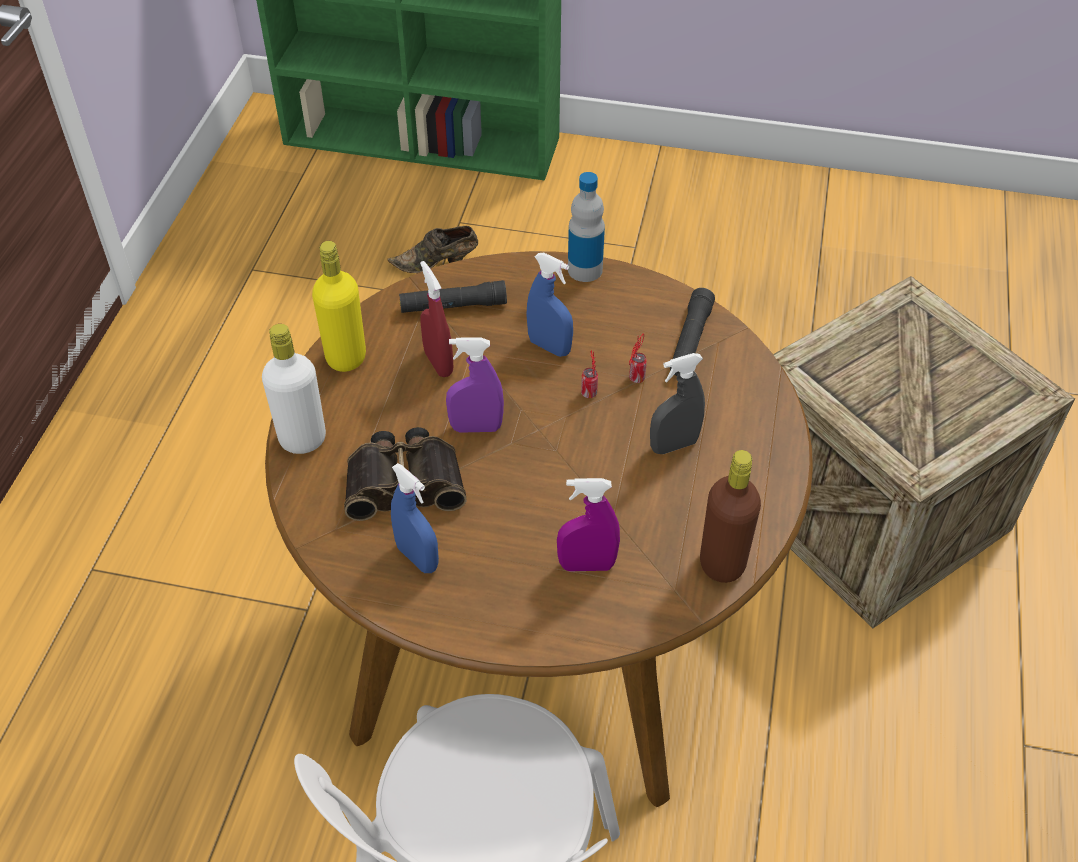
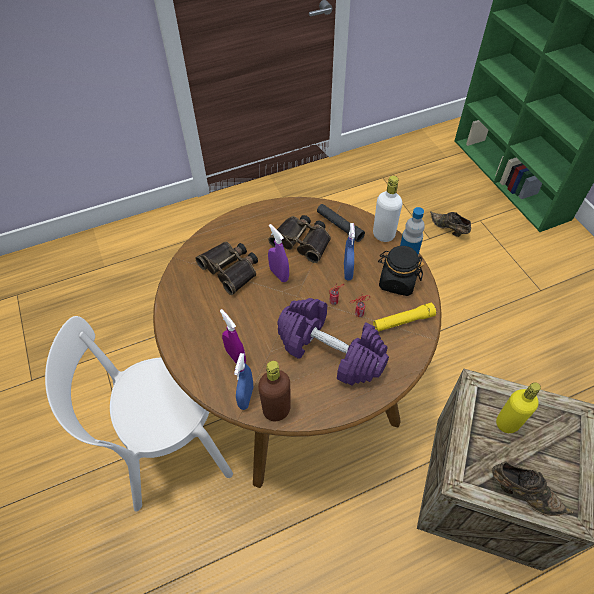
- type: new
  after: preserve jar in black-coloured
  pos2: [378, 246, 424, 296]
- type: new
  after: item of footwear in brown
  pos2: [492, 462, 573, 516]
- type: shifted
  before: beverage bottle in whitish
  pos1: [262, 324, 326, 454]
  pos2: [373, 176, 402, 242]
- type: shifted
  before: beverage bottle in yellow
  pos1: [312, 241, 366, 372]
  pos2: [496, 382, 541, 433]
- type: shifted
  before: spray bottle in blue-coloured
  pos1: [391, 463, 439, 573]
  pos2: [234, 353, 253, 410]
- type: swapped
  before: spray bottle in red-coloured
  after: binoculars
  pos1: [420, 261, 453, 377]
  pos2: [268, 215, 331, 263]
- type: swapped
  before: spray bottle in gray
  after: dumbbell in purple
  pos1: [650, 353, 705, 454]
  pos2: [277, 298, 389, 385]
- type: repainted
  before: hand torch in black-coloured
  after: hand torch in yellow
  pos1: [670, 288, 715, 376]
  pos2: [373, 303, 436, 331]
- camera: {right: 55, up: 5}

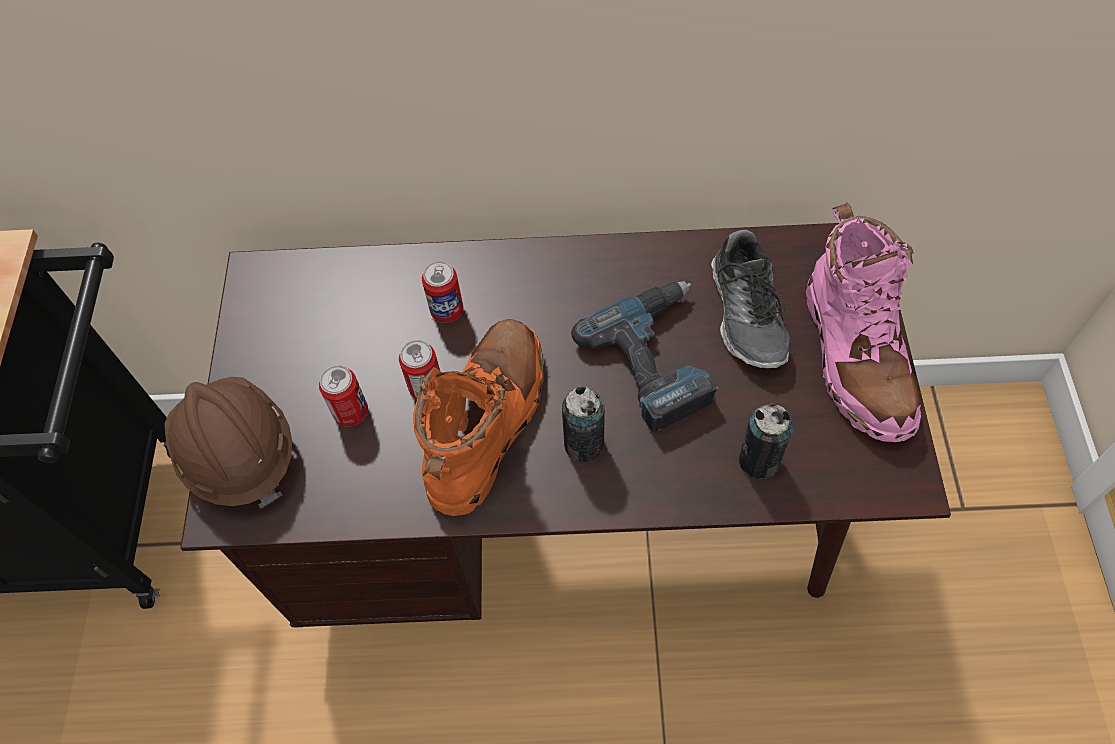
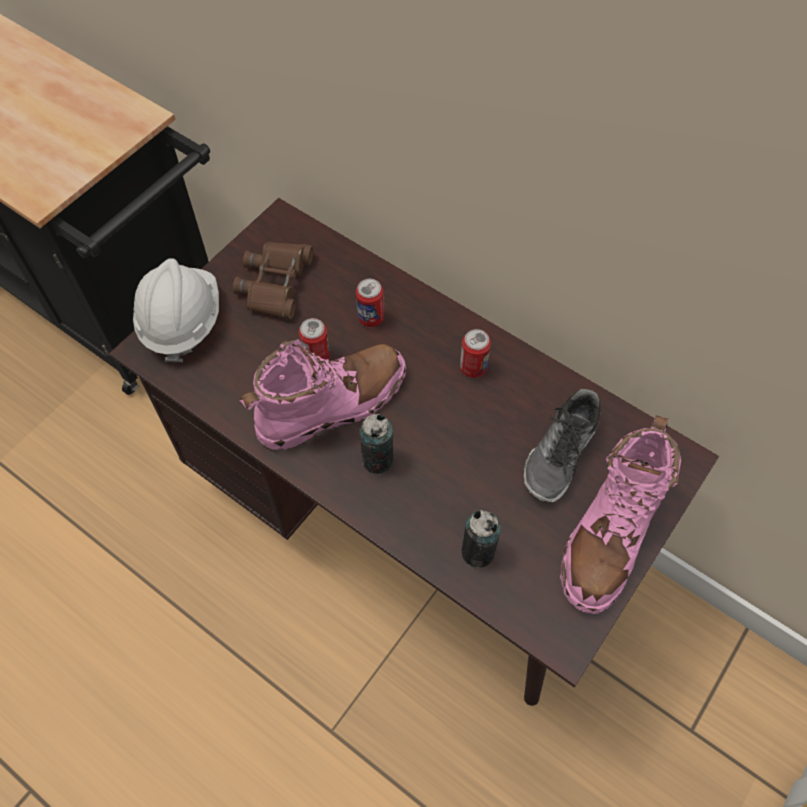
- type: gone
  before: electric drill
  pos1: [571, 281, 719, 433]
- type: new
  after: binoculars in brown
  pos2: [233, 241, 313, 320]
- type: shifted
  before: metal can
  pos1: [319, 366, 368, 426]
  pos2: [460, 329, 491, 378]
- type: repainted
  before: work helmet in brown
  after: work helmet in whitish
  pos1: [164, 377, 292, 509]
  pos2: [133, 258, 219, 363]
- type: repainted
  before: boot in orangey
  after: boot in pink-coloured
  pos1: [413, 319, 544, 516]
  pos2: [240, 339, 406, 450]
- camera: {right: 35, up: 0}

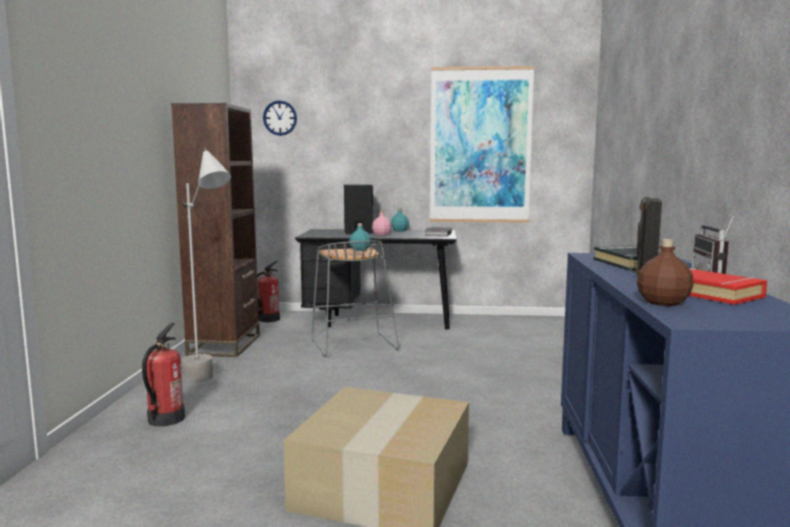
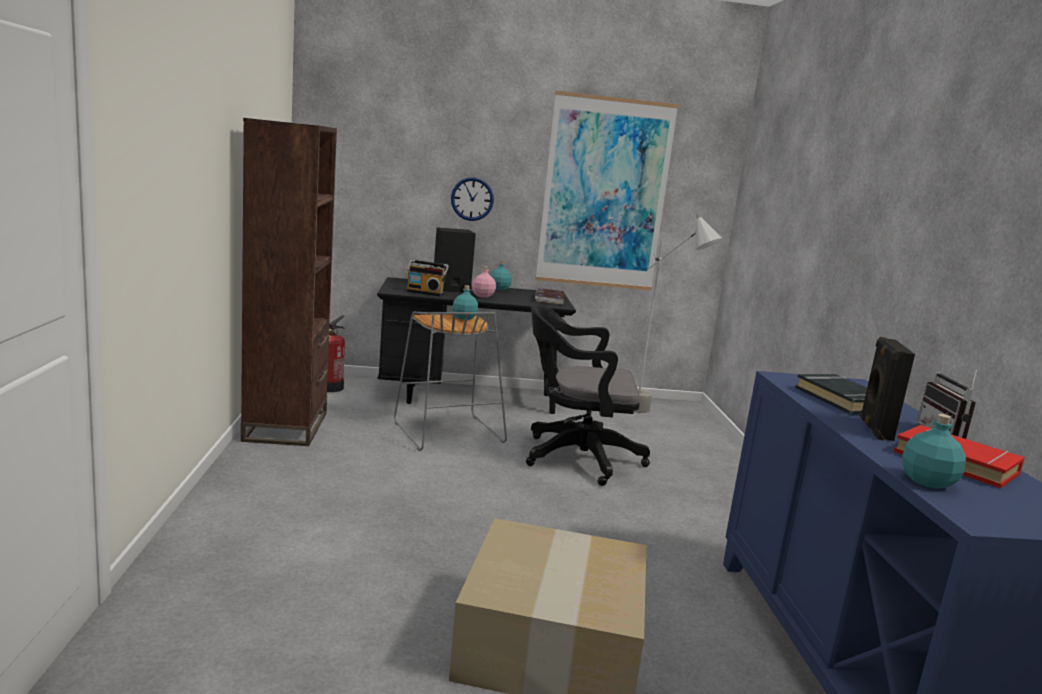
- type: gone
  before: fire extinguisher
  pos1: [142, 323, 185, 427]
- type: new
  after: radio
  pos2: [406, 260, 449, 296]
- type: new
  after: computer chair in black-coloured
  pos2: [526, 304, 650, 486]
- type: shifted
  before: floor lamp in gray
  pos1: [182, 148, 231, 383]
  pos2: [634, 214, 722, 413]
- type: shifted
  before: clock on the wall
  pos1: [263, 100, 297, 136]
  pos2: [451, 177, 494, 221]
- type: repainted
  before: beverage bottle in brown
  after: beverage bottle in blue-green
  pos1: [637, 239, 693, 306]
  pos2: [902, 414, 966, 489]
- camera: {right: -10, up: 5}

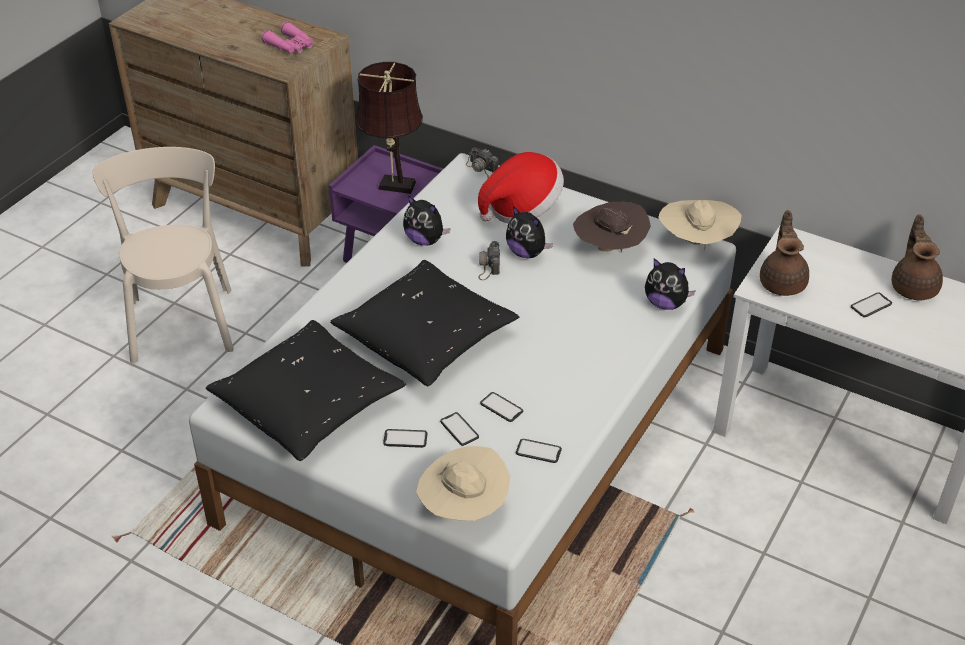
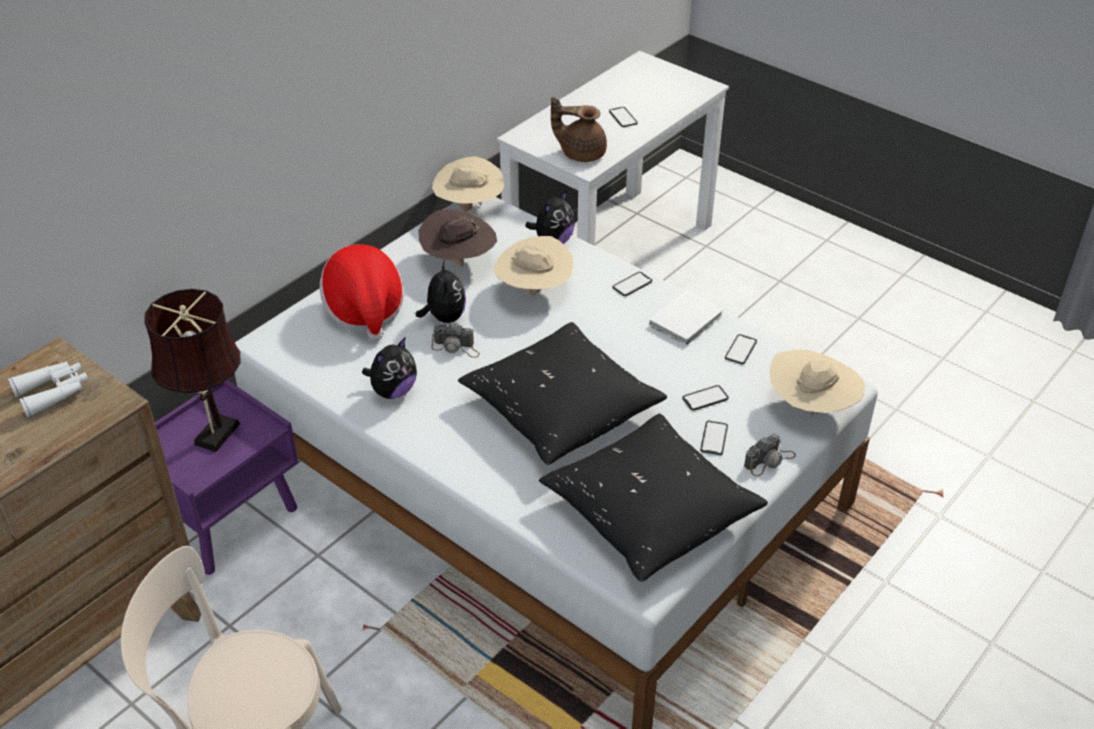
- type: gone
  before: pot for tea in brown
  pos1: [892, 214, 943, 300]
- type: new
  after: hat in sand-coloured
  pos2: [494, 236, 573, 295]
- type: new
  after: bound book in whitish
  pos2: [649, 290, 724, 346]
- type: shifted
  before: still camera
  pos1: [466, 148, 498, 178]
  pos2: [744, 434, 796, 476]
- type: shifted
  before: telephone
  pos1: [480, 392, 523, 422]
  pos2: [612, 272, 652, 296]
- type: repainted
  before: binoculars in pink-coloured
  after: binoculars in whitish
  pos1: [261, 21, 313, 53]
  pos2: [8, 361, 89, 417]
- type: rotated
  before: plush toy
  pos1: [506, 206, 553, 258]
  pos2: [416, 260, 466, 323]
  turn: -60
- camera: {right: -80, up: 0}

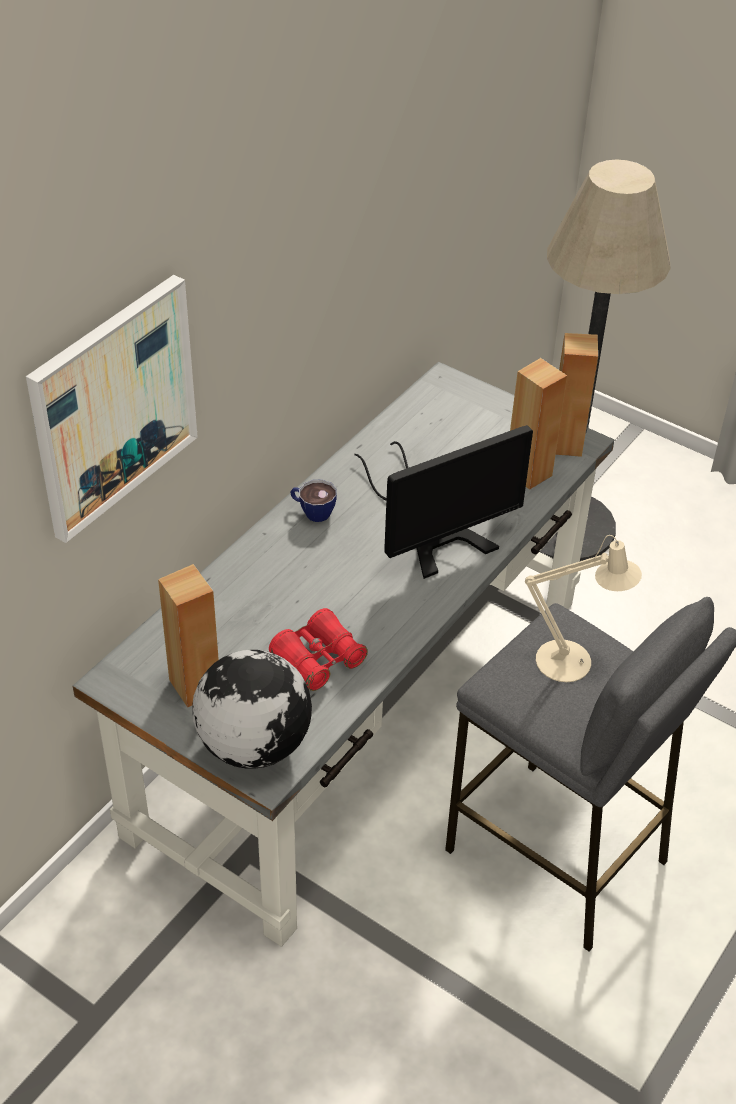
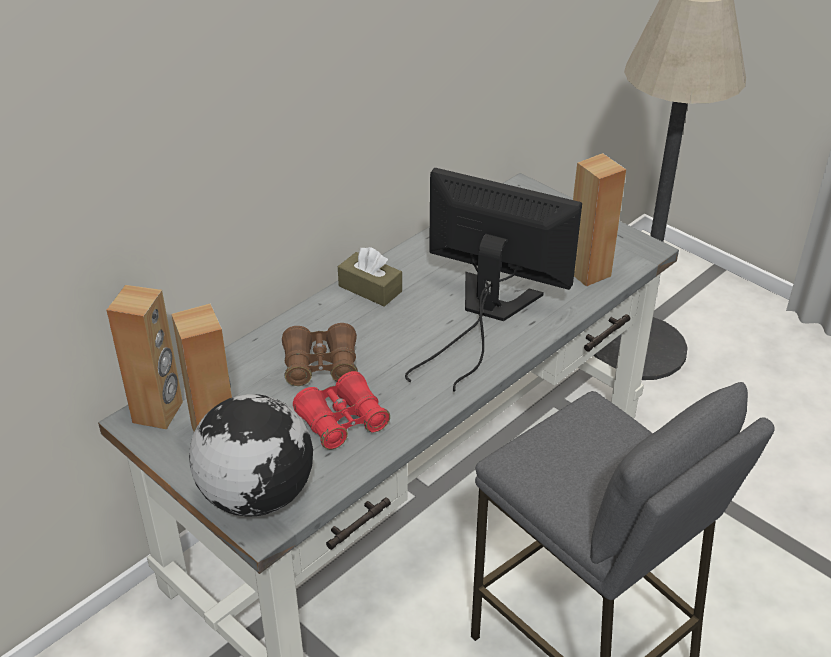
- type: gone
  before: wall picture
  pos1: [26, 275, 198, 543]
- type: gone
  before: tabletop lamp in sand-coloured
  pos1: [525, 535, 642, 682]
- type: new
  after: binoculars in brown
  pos2: [282, 323, 358, 386]
- type: shifted
  before: loudspeaker in brown
  pos1: [556, 333, 598, 457]
  pos2: [107, 285, 183, 429]
- type: swapped
  before: drinking cup
  after: tissue box in brown
  pos1: [290, 479, 337, 522]
  pos2: [338, 247, 402, 307]
- type: rotated
  before: monitor
  pos1: [354, 425, 533, 579]
  pos2: [405, 168, 582, 392]
  turn: -135
- camera: {right: 10, up: -5}

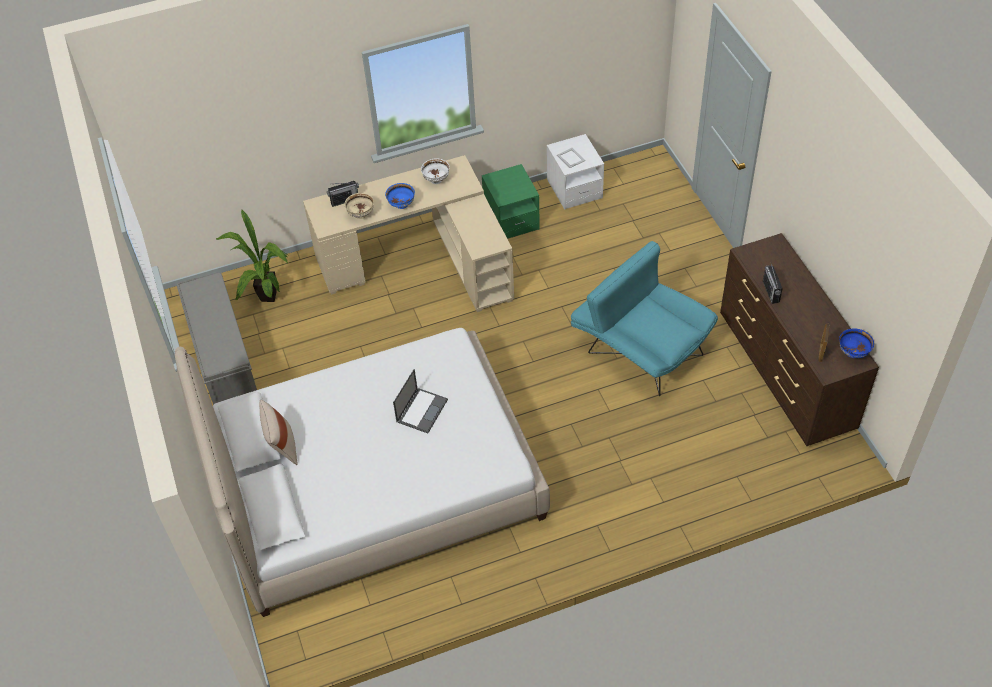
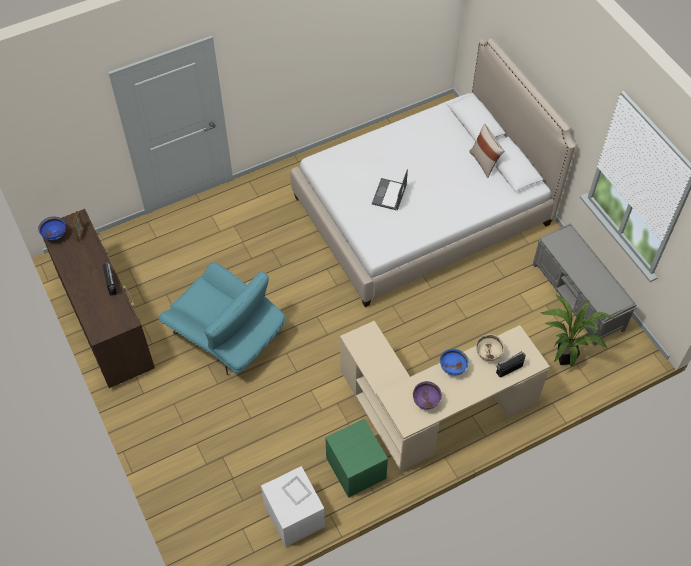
- type: repainted
  before: deep dish in whitish
  after: deep dish in purple
  pos1: [421, 159, 450, 184]
  pos2: [413, 381, 442, 410]
- camera: {right: 170, up: 5}

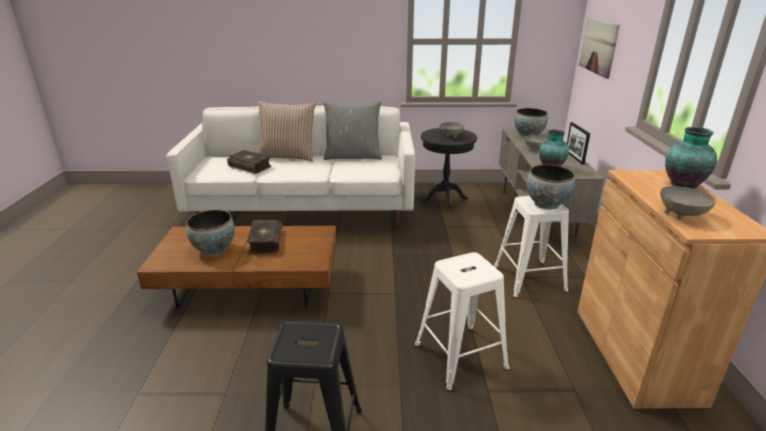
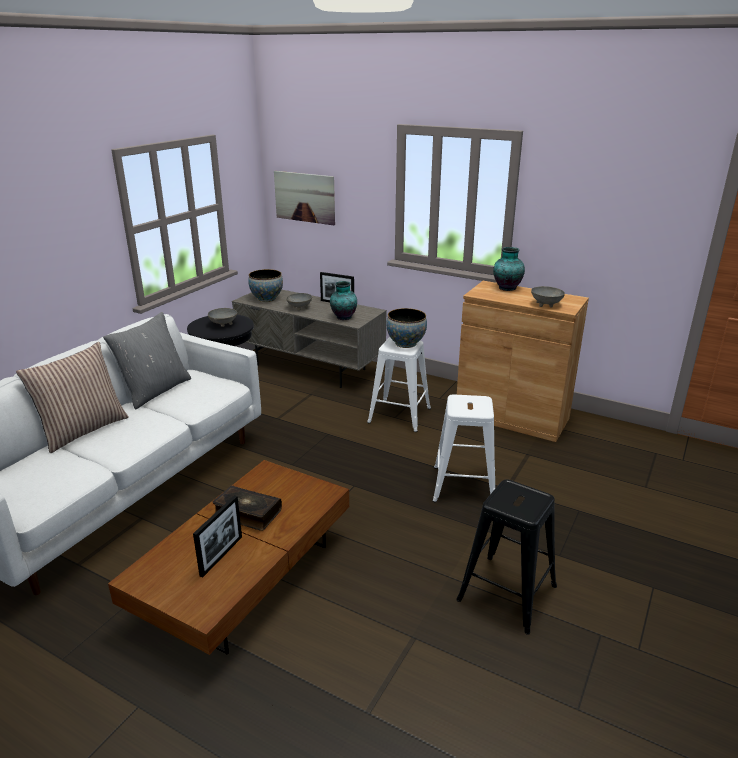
- type: gone
  before: bound book
  pos1: [227, 150, 272, 174]
- type: swapped
  before: deep dish
  after: picture frame
  pos1: [186, 210, 234, 256]
  pos2: [193, 495, 242, 578]
- camera: {right: -60, up: 0}

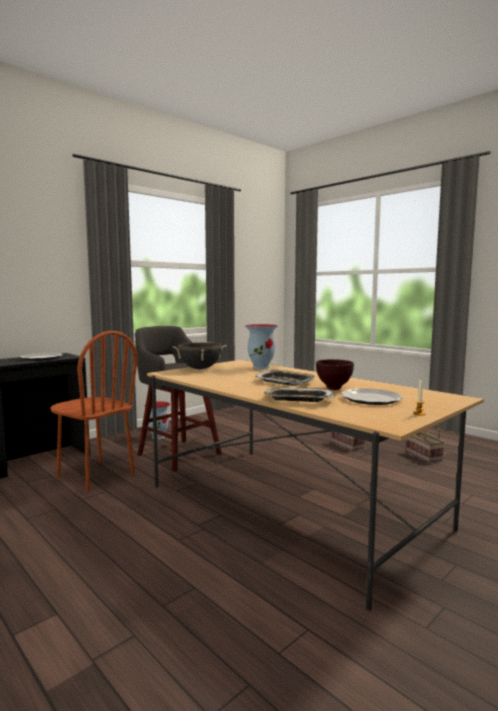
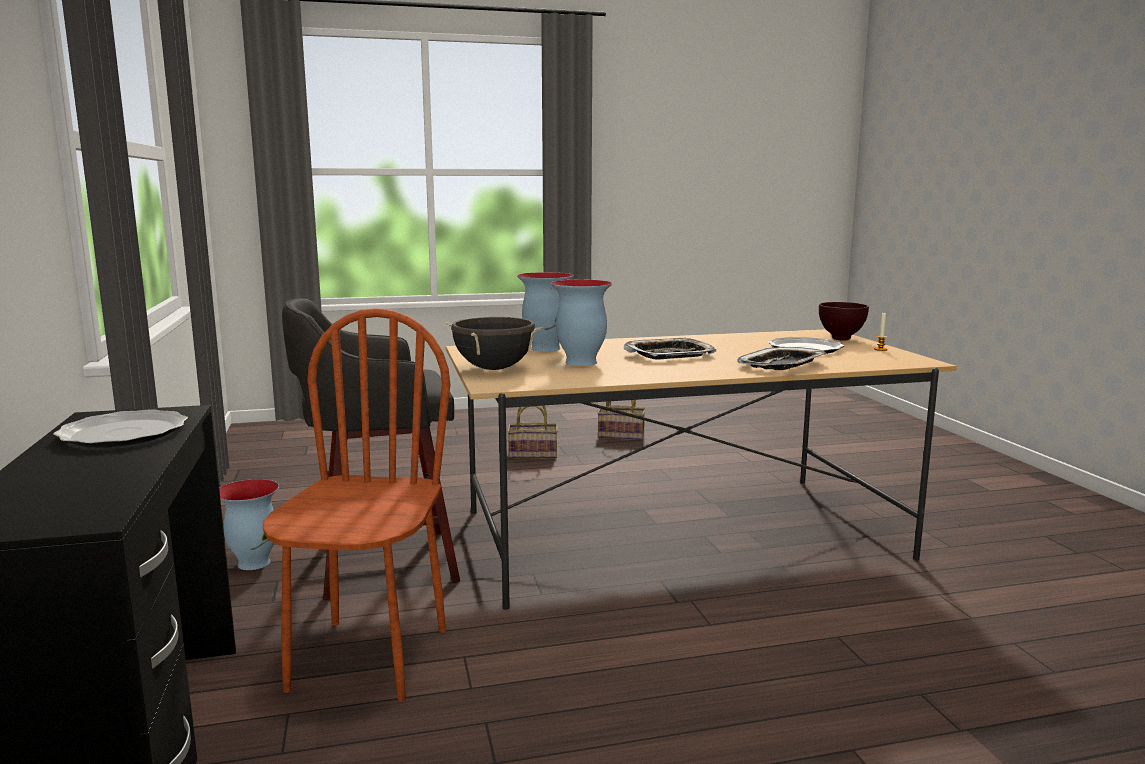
- type: new
  after: decorative vase
  pos2: [551, 280, 612, 366]
- type: shifted
  before: deep dish in brown
  pos1: [316, 359, 354, 390]
  pos2: [819, 302, 869, 340]
- type: rotated
  before: plain chair in brown
  pos1: [50, 331, 138, 492]
  pos2: [263, 308, 450, 702]
  turn: -60
- camera: {right: -60, up: 5}

